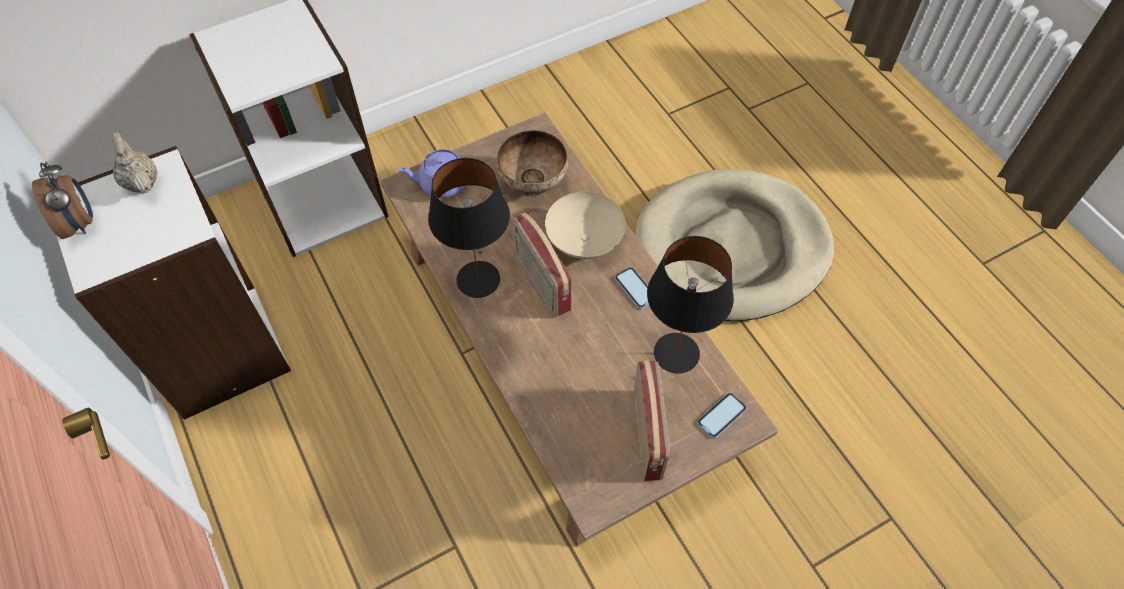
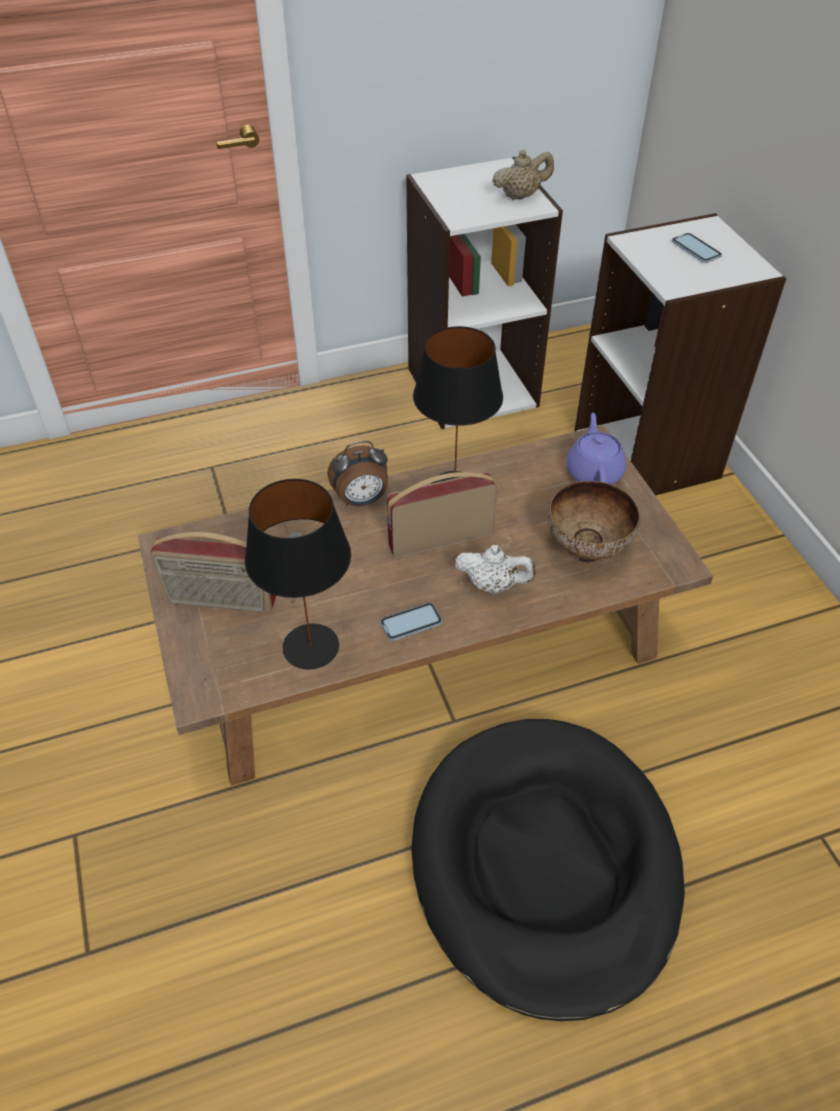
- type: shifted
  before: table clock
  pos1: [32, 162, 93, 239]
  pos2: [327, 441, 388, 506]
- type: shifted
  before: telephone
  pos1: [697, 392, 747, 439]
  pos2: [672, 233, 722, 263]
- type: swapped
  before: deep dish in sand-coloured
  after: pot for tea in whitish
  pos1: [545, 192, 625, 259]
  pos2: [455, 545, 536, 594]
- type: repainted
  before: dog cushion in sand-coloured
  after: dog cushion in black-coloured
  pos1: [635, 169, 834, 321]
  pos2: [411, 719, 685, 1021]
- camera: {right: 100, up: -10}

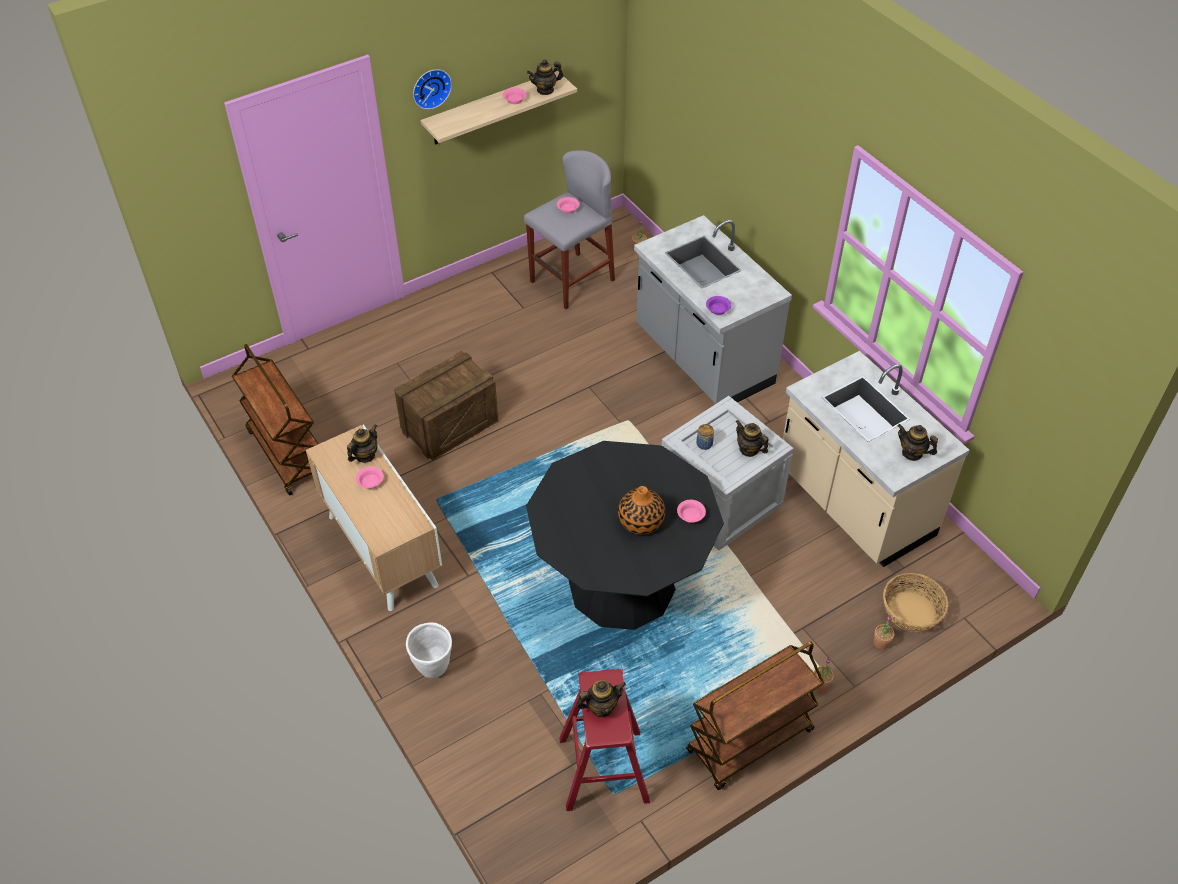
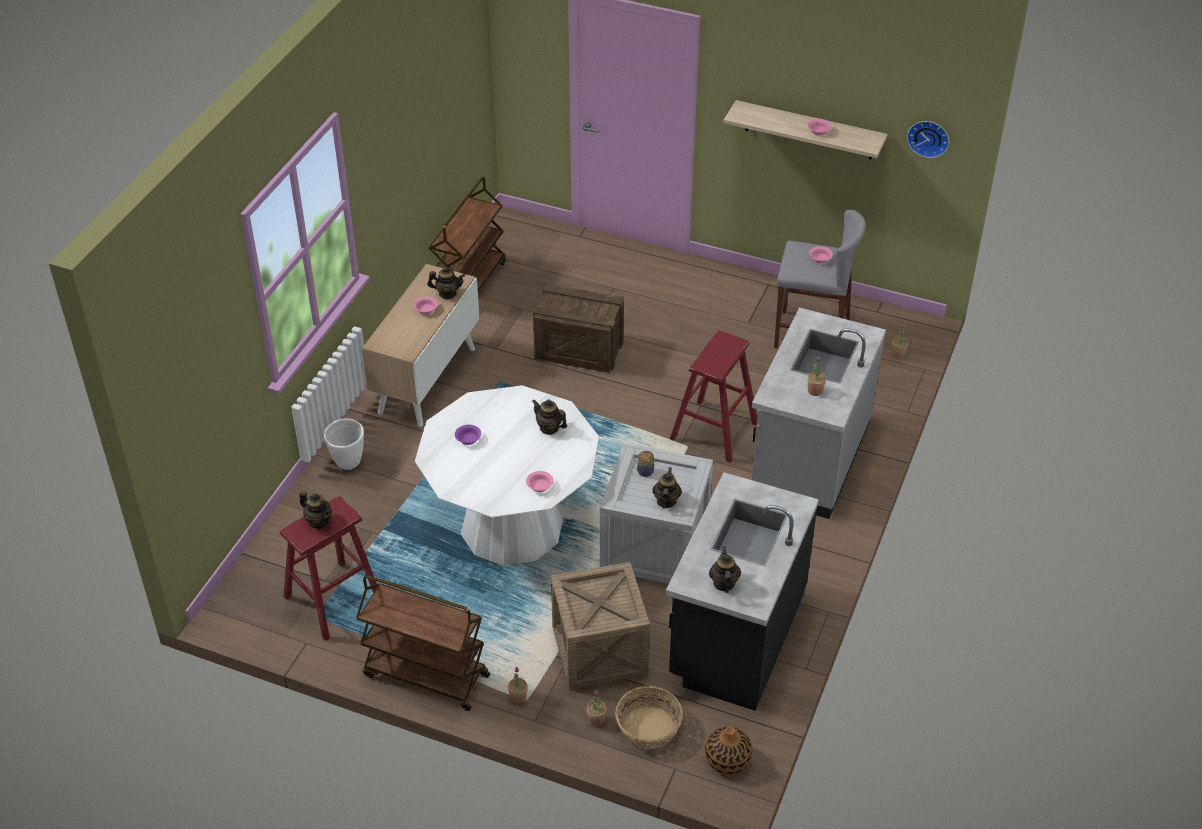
- type: new
  after: shipping crate
  pos2: [551, 562, 650, 690]
- type: new
  after: stool seat in red-coloured
  pos2: [670, 331, 757, 463]
- type: new
  after: potted plant
  pos2: [808, 356, 826, 396]
- type: shifted
  before: clock on the wall
  pos1: [413, 69, 452, 109]
  pos2: [907, 121, 949, 158]
- type: shifted
  before: pot for tea
  pos1: [527, 59, 563, 95]
  pos2: [532, 399, 567, 435]
- type: shifted
  before: decorative vase
  pos1: [618, 486, 665, 535]
  pos2: [705, 726, 752, 775]
- type: shifted
  before: deep dish in purple
  pos1: [706, 296, 731, 315]
  pos2: [455, 425, 481, 445]
- type: repainted
  before: dinner table in black-coloured
  after: dinner table in whitish
  pos1: [526, 441, 724, 630]
  pos2: [415, 385, 599, 565]
- type: repainted
  before: counter in sand-coloured
  after: counter in black-coloured
  pos1: [783, 351, 970, 567]
  pos2: [666, 472, 819, 711]
- camera: {right: 55, up: -5}

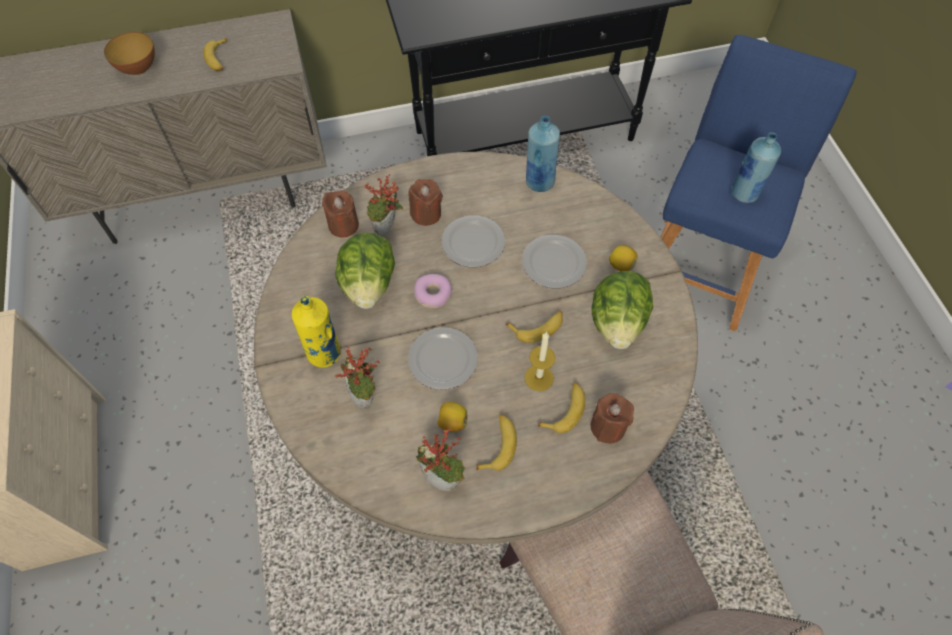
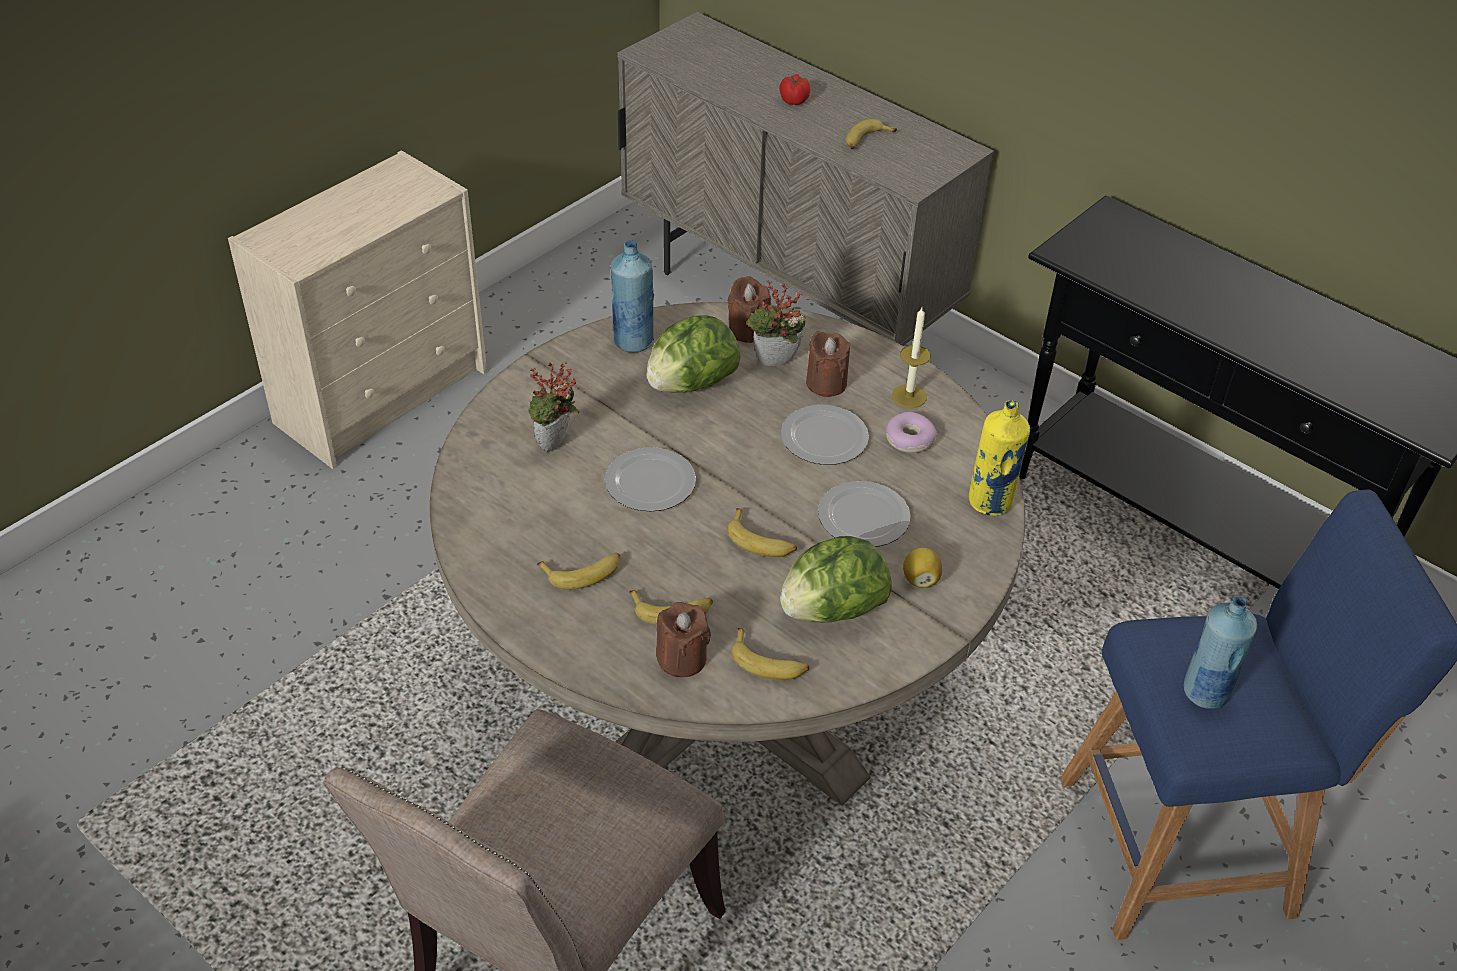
- type: gone
  before: potted plant
  pos1: [416, 428, 465, 491]
- type: gone
  before: lemon
  pos1: [437, 402, 468, 432]
- type: new
  after: whole banana
  pos2: [731, 628, 809, 680]
- type: shifted
  before: beverage bottle in yellow
  pos1: [292, 296, 340, 368]
  pos2: [969, 400, 1030, 516]
- type: shifted
  before: donut
  pos1: [414, 274, 453, 308]
  pos2: [886, 412, 937, 453]
- type: shifted
  before: wax candle
  pos1: [524, 332, 555, 391]
  pos2: [892, 306, 931, 408]
- type: shifted
  before: beverage bottle in blue-coloured
  pos1: [526, 116, 560, 192]
  pos2: [611, 240, 654, 353]
- type: swapped
  before: deep dish
  after: fresh tomato
  pos1: [104, 32, 155, 75]
  pos2: [779, 74, 810, 105]
- camera: {right: 55, up: -15}

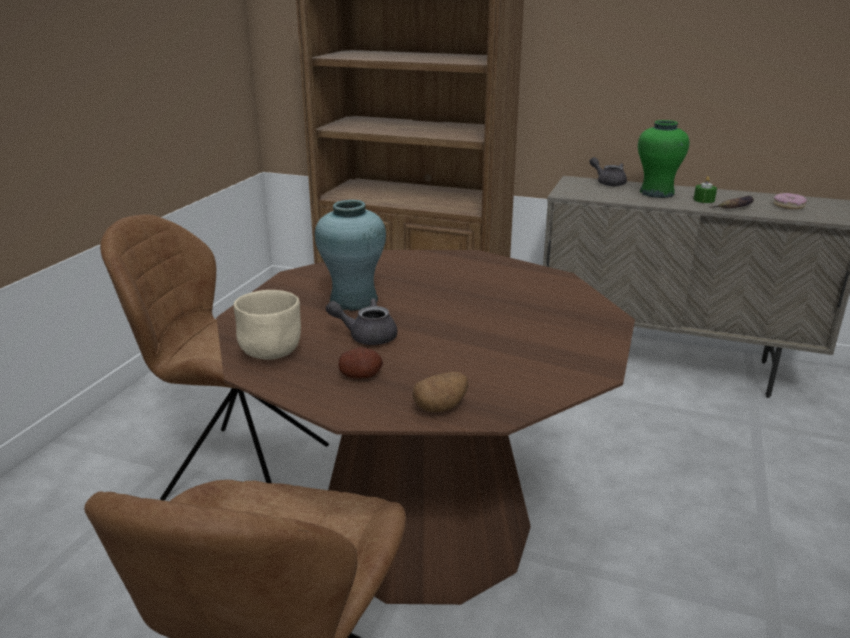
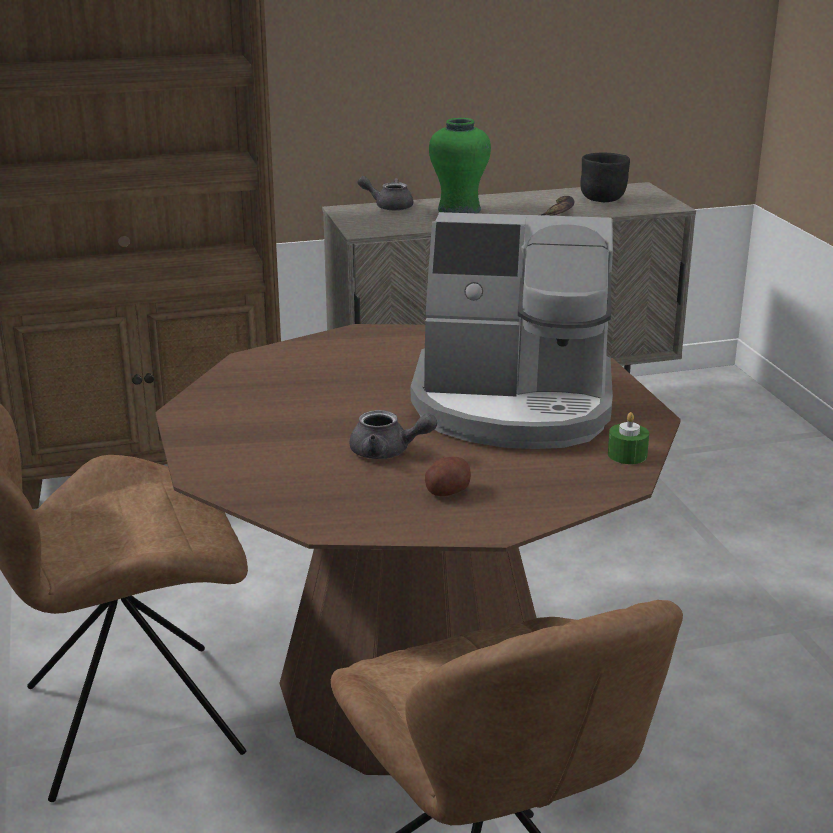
- type: gone
  before: deep dish in sand-coloured
  pos1: [234, 290, 301, 360]
- type: gone
  before: decorative vase in blue-green
  pos1: [315, 200, 386, 311]
- type: gone
  before: whole potato
  pos1: [413, 372, 468, 412]
- type: new
  after: coffee maker
  pos2: [411, 212, 613, 449]
- type: shifted
  before: wax candle in green
  pos1: [694, 176, 717, 203]
  pos2: [608, 412, 649, 464]
- type: swapped
  before: donut
  after: deep dish in black-coloured
  pos1: [774, 193, 807, 209]
  pos2: [581, 153, 630, 202]
- type: rotated
  before: pot for tea in gray
  pos1: [326, 299, 397, 345]
  pos2: [350, 410, 437, 459]
  turn: -135
- camera: {right: -35, up: 0}

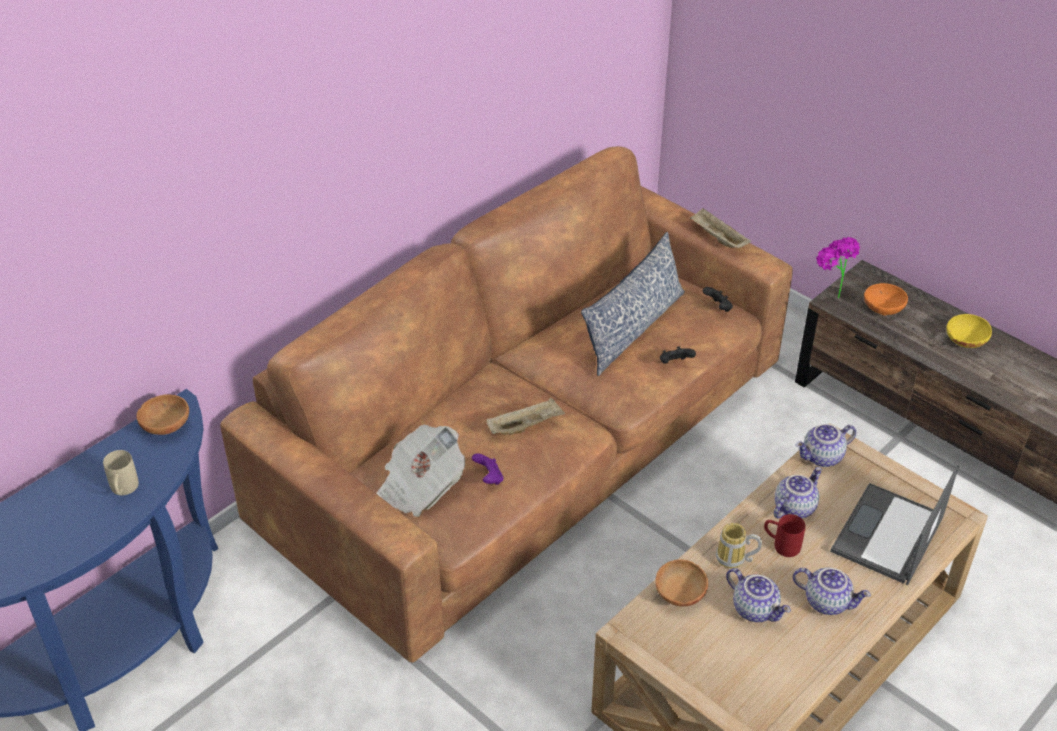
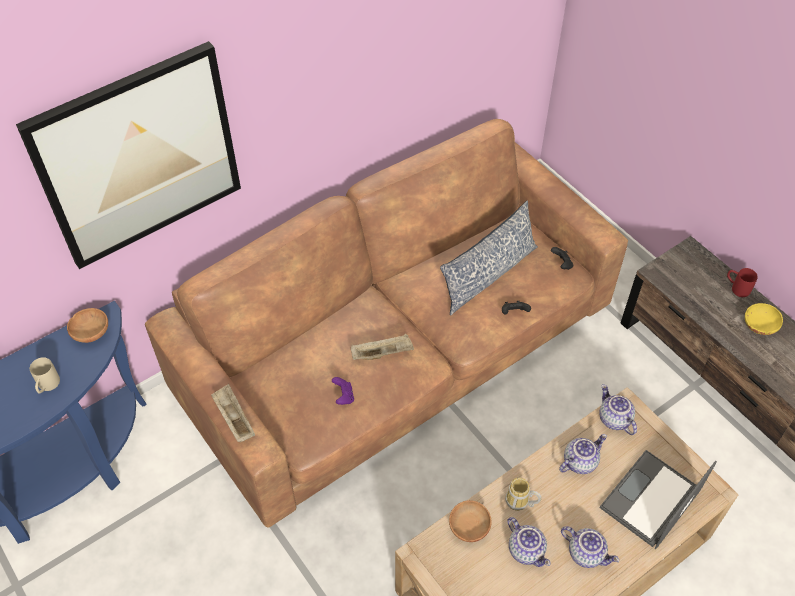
- type: gone
  before: printed paper
  pos1: [376, 424, 465, 517]
- type: gone
  before: potted plant
  pos1: [816, 237, 860, 299]
- type: gone
  before: deep dish in orangey
  pos1: [864, 283, 908, 315]
- type: new
  after: wall picture
  pos2: [16, 41, 241, 269]
- type: shifted
  before: tray in sand-coloured
  pos1: [690, 208, 751, 248]
  pos2: [211, 384, 255, 442]
- type: shifted
  before: mug in red-coloured
  pos1: [764, 514, 805, 557]
  pos2: [727, 268, 758, 297]
- type: rotated
  before: pot for tea
  pos1: [796, 424, 856, 467]
  pos2: [599, 384, 637, 435]
  turn: 75
- camera: {right: 10, up: 10}

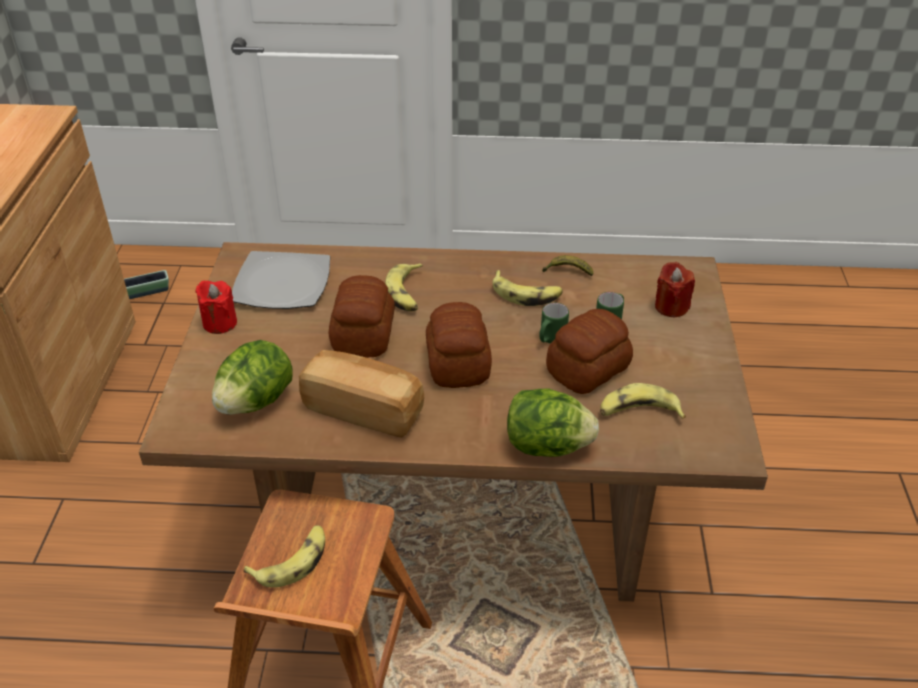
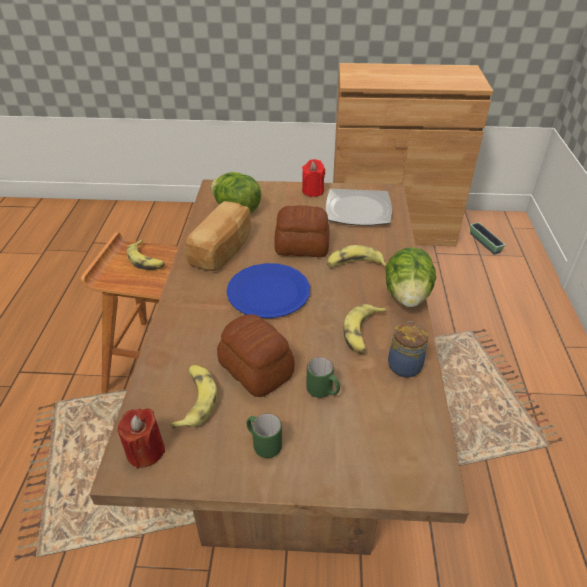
- type: shifted
  before: lettuce head
  pos1: [507, 389, 599, 457]
  pos2: [386, 247, 436, 307]
- type: shifted
  before: mug in green
  pos1: [539, 303, 569, 344]
  pos2: [247, 413, 282, 458]
- type: shifted
  before: wax candle in red-coloured
  pos1: [655, 262, 695, 317]
  pos2: [117, 408, 165, 469]
- type: swapped
  before: bakery bread
  after: plate in blue-coloured
  pos1: [426, 302, 492, 388]
  pos2: [226, 263, 310, 318]
- type: swapped
  before: whole banana
  after: preserve jar
  pos1: [542, 255, 594, 276]
  pos2: [388, 321, 428, 377]
- camera: {right: 90, up: 0}

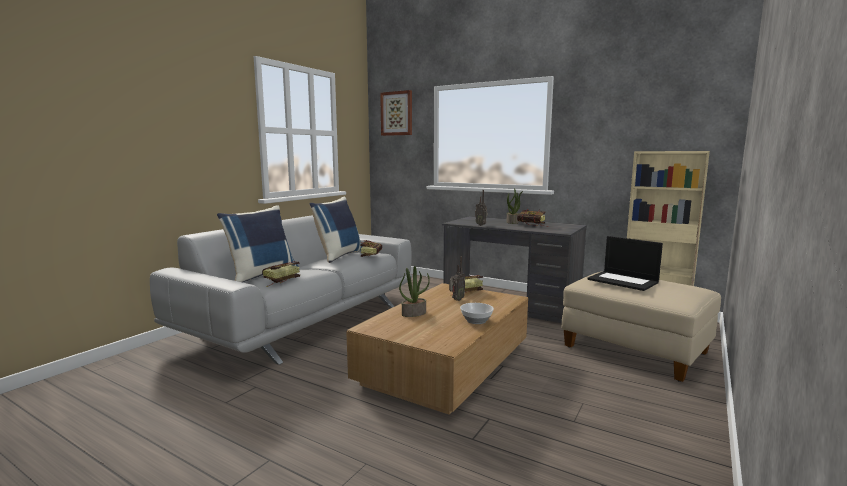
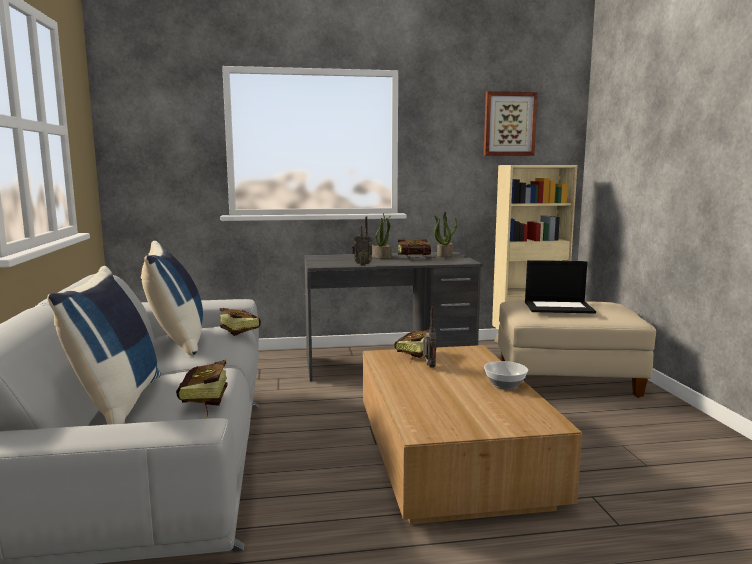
- type: shifted
  before: wall picture
  pos1: [380, 90, 412, 136]
  pos2: [484, 91, 538, 156]
- type: shifted
  before: potted plant
  pos1: [399, 266, 430, 317]
  pos2: [433, 212, 457, 257]
- camera: {right: -40, up: 0}

